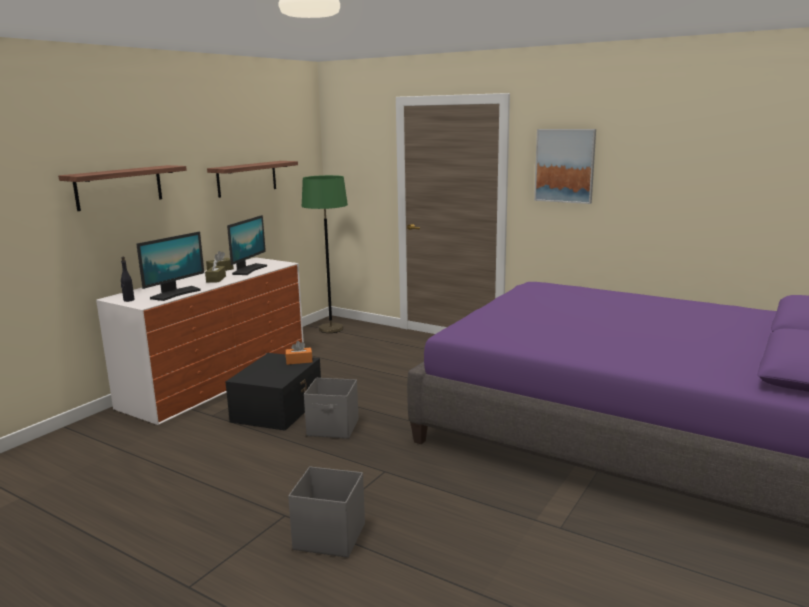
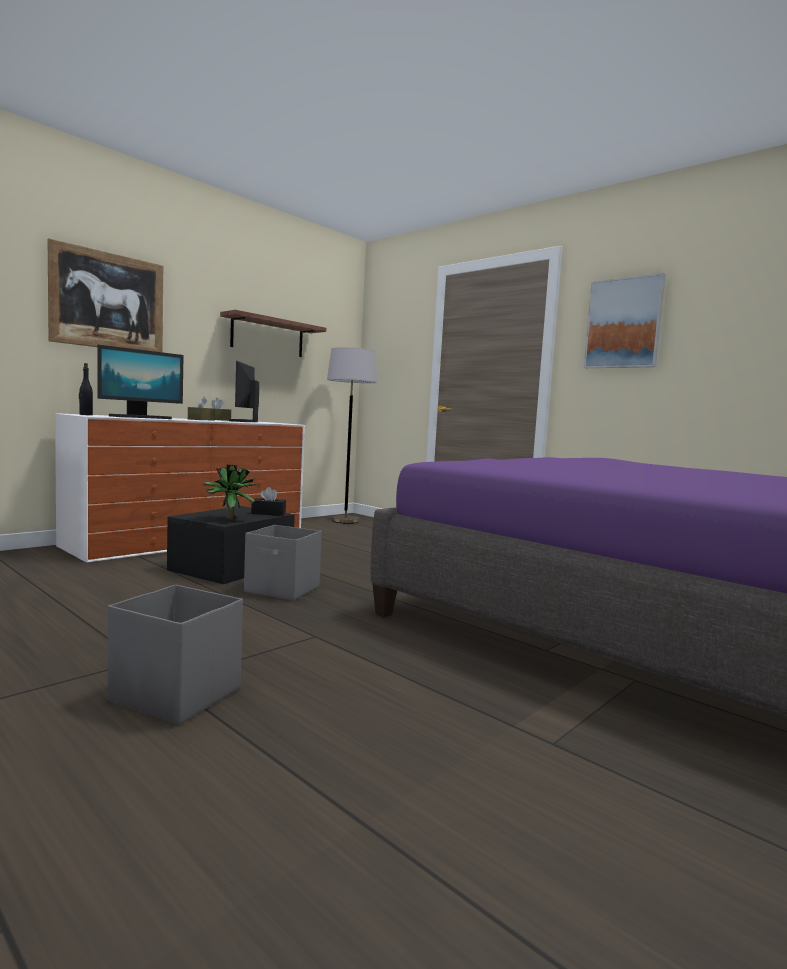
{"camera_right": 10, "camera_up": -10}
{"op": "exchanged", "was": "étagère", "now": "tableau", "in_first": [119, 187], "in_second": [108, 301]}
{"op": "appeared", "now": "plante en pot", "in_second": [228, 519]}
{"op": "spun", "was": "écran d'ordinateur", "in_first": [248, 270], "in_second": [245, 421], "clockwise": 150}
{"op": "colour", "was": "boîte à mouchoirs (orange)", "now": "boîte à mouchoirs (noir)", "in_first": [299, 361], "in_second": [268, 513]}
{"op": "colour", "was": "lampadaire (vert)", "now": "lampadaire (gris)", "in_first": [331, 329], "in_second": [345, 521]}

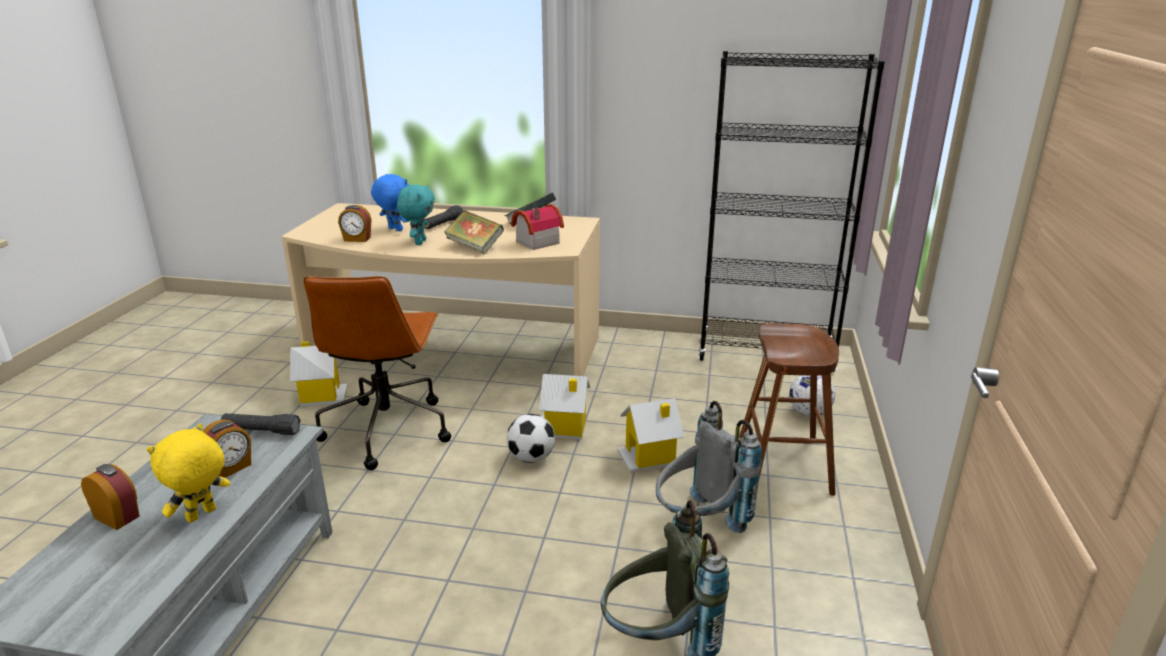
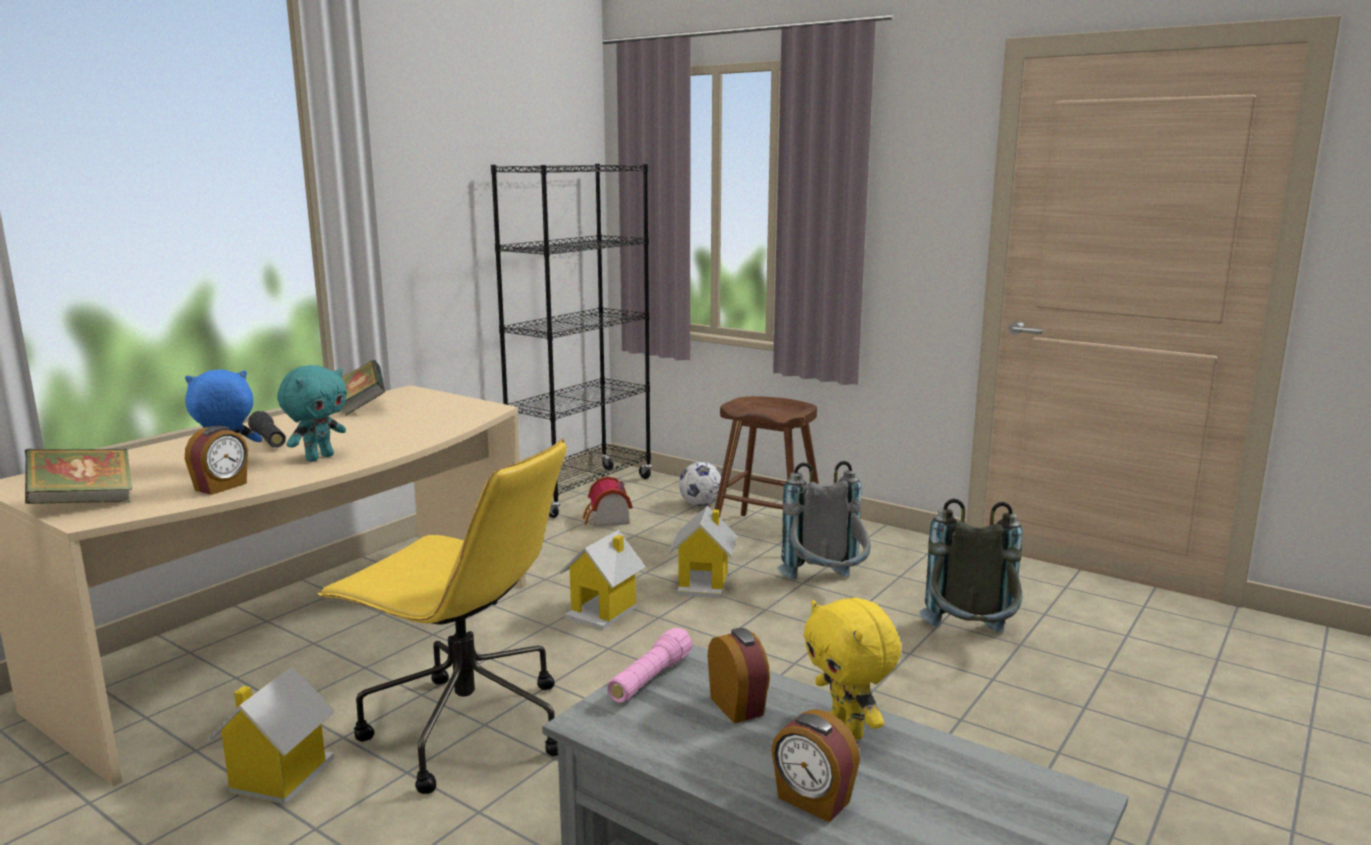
{"camera_right": -65, "camera_up": -10}
{"op": "relocated", "was": "livre", "in_first": [475, 247], "in_second": [84, 503]}
{"op": "spun", "was": "peluche (turquoise)", "in_first": [419, 242], "in_second": [319, 458], "clockwise": 90}
{"op": "colour", "was": "chaise de bureau (marron)", "now": "chaise de bureau (jaune)", "in_first": [387, 429], "in_second": [464, 728]}
{"op": "relocated", "was": "maison miniature", "in_first": [535, 242], "in_second": [607, 520]}
{"op": "colour", "was": "lampe de poche (noir)", "now": "lampe de poche (rose)", "in_first": [261, 431], "in_second": [650, 679]}
{"op": "spun", "was": "réveil", "in_first": [118, 516], "in_second": [812, 801], "clockwise": -105}
{"op": "missing", "was": "ballon de foot", "in_first": [531, 458]}

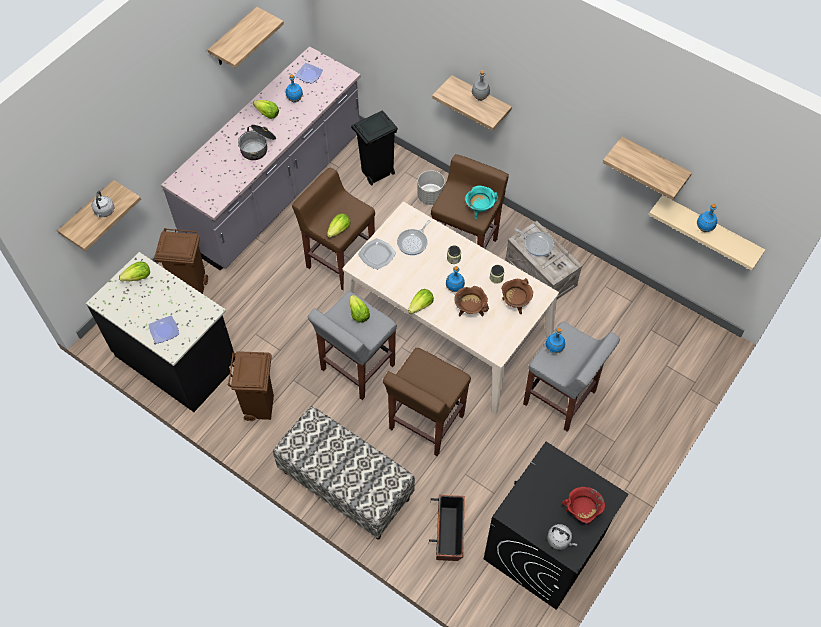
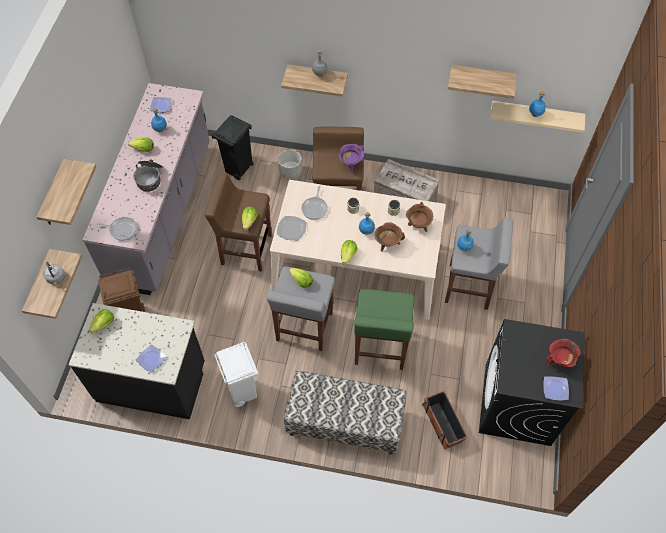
{"camera_right": -25, "camera_up": 0}
{"op": "relocated", "was": "étagère", "in_first": [234, 38], "in_second": [54, 195]}
{"op": "relocated", "was": "poêle", "in_first": [537, 244], "in_second": [122, 229]}
{"op": "colour", "was": "poubelle (marron)", "now": "poubelle (blanc)", "in_first": [260, 407], "in_second": [242, 391]}
{"op": "colour", "was": "marmite (turquoise)", "now": "marmite (violet)", "in_first": [479, 210], "in_second": [351, 164]}
{"op": "colour", "was": "tabouret (marron)", "now": "tabouret (vert)", "in_first": [425, 423], "in_second": [380, 348]}
{"op": "exchanged", "was": "bouilloire (gris)", "now": "assiette", "in_first": [560, 540], "in_second": [555, 388]}

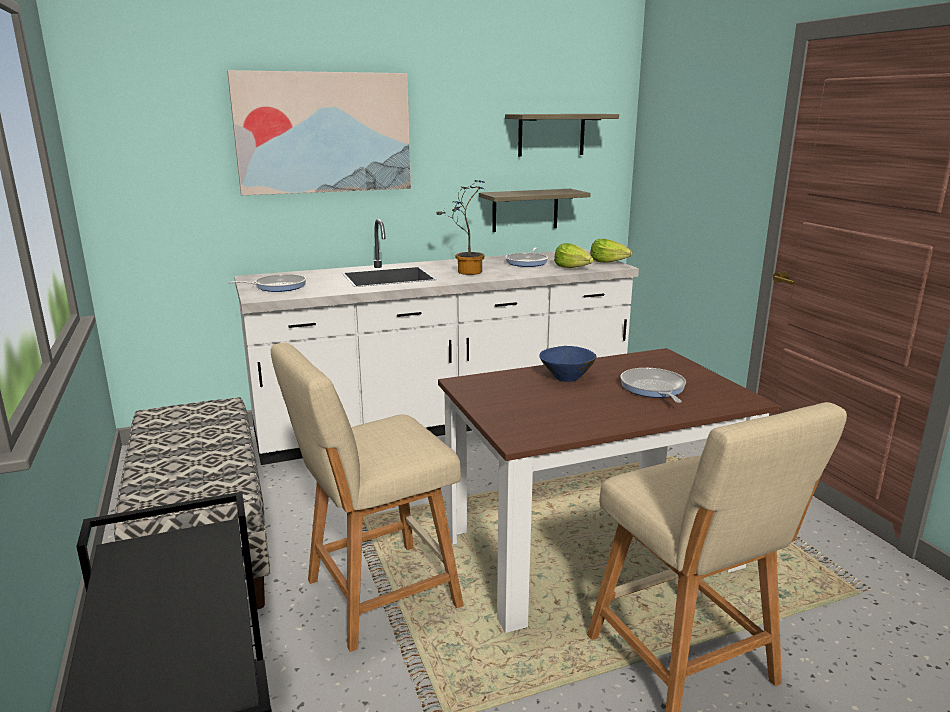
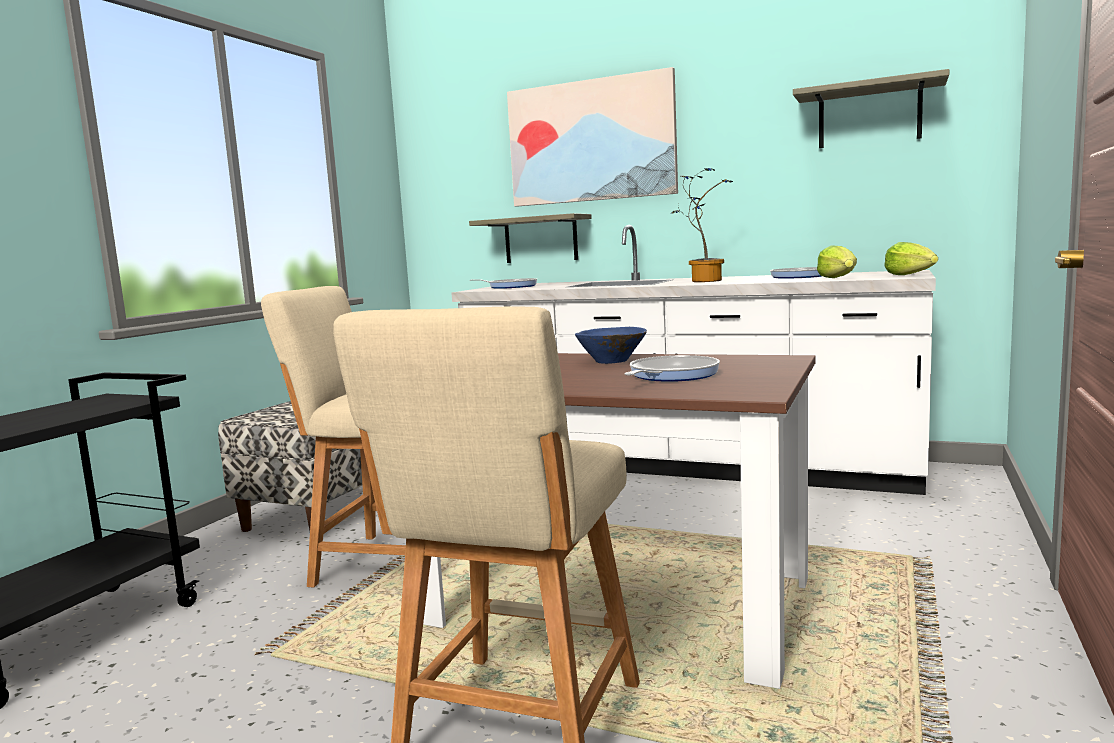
{"camera_right": 45, "camera_up": -10}
{"op": "relocated", "was": "étagère", "in_first": [525, 210], "in_second": [541, 239]}

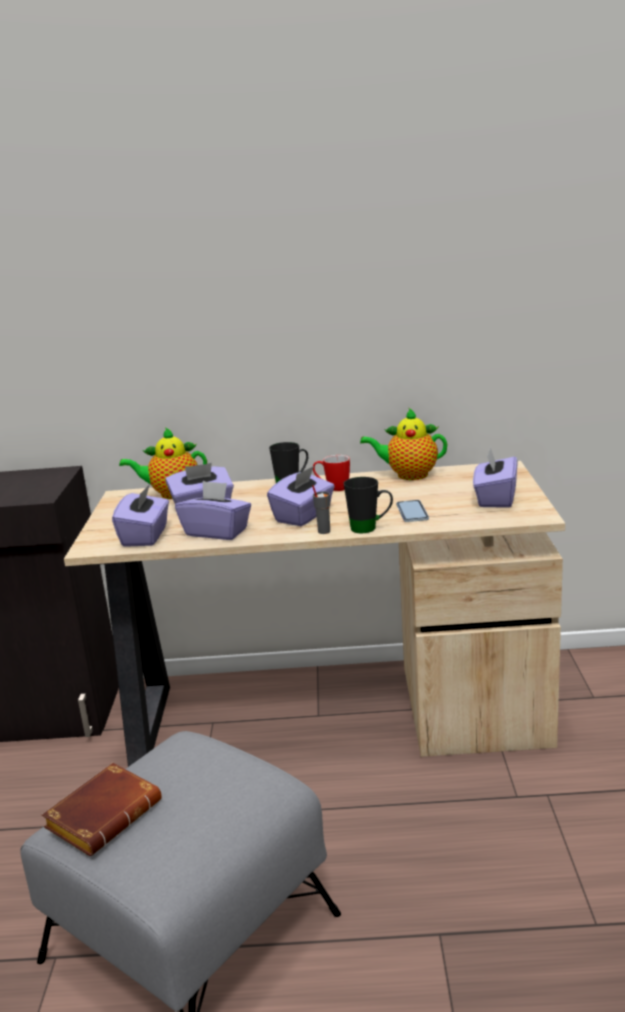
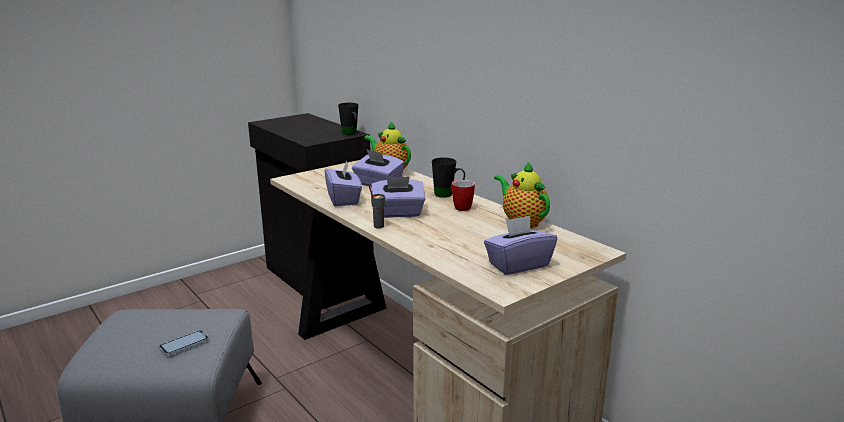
{"camera_right": 50, "camera_up": 0}
{"op": "relocated", "was": "téléphone", "in_first": [412, 512], "in_second": [184, 344]}
{"op": "relocated", "was": "mug (noir)", "in_first": [370, 528], "in_second": [351, 134]}
{"op": "missing", "was": "livre (marron)", "in_first": [104, 814]}
{"op": "missing", "was": "boîte à mouchoirs (violet)", "in_first": [146, 536]}

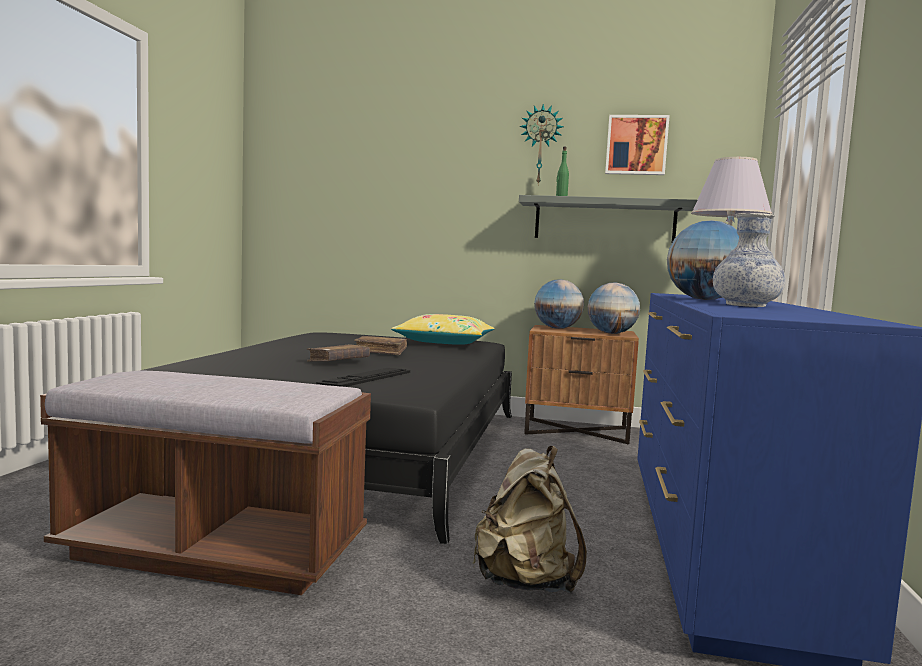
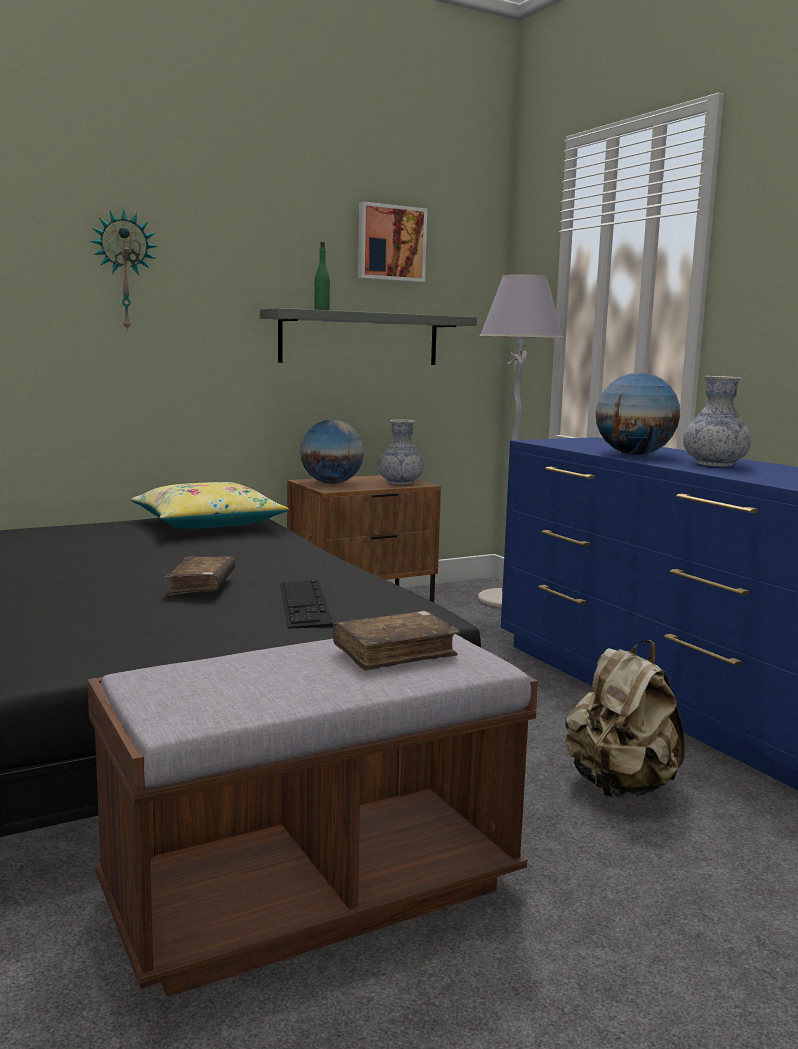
{"camera_right": -40, "camera_up": 5}
{"op": "relocated", "was": "horloge murale", "in_first": [540, 145], "in_second": [124, 271]}
{"op": "relocated", "was": "livre (marron)", "in_first": [381, 351], "in_second": [394, 653]}
{"op": "exchanged", "was": "globe", "now": "vase", "in_first": [611, 333], "in_second": [400, 483]}

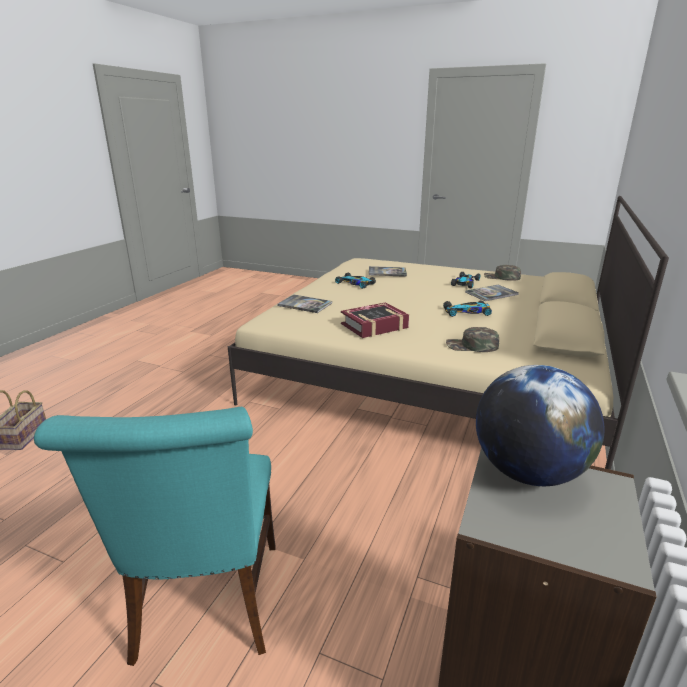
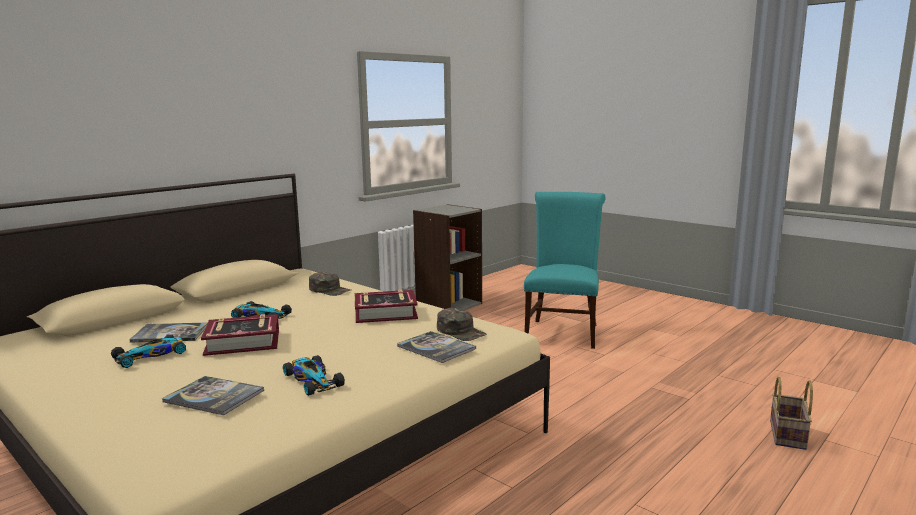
{"camera_right": -160, "camera_up": -10}
{"op": "appeared", "now": "livre", "in_second": [243, 342]}
{"op": "relocated", "was": "casquette (vert)", "in_first": [501, 277], "in_second": [461, 332]}
{"op": "missing", "was": "globe", "in_first": [528, 472]}

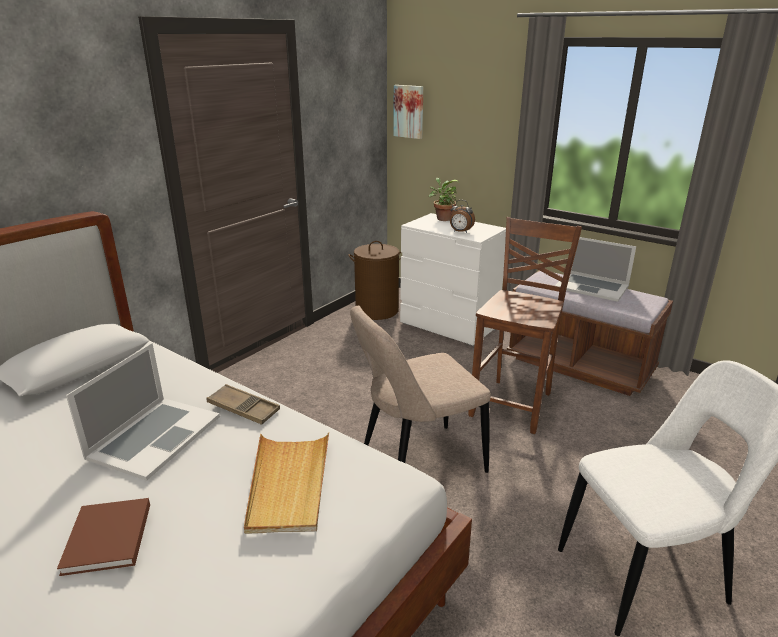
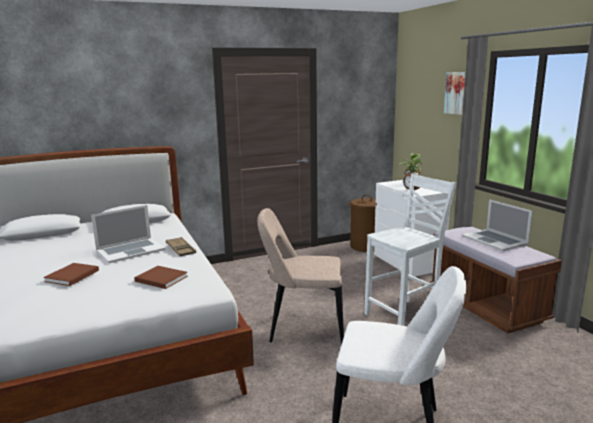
{"camera_right": 30, "camera_up": -10}
{"op": "exchanged", "was": "plateau (beige)", "now": "livre (marron)", "in_first": [288, 484], "in_second": [160, 278]}
{"op": "colour", "was": "chaise (marron)", "now": "chaise (blanc)", "in_first": [514, 404], "in_second": [405, 316]}
{"op": "relocated", "was": "tableau", "in_first": [409, 111], "in_second": [457, 93]}

